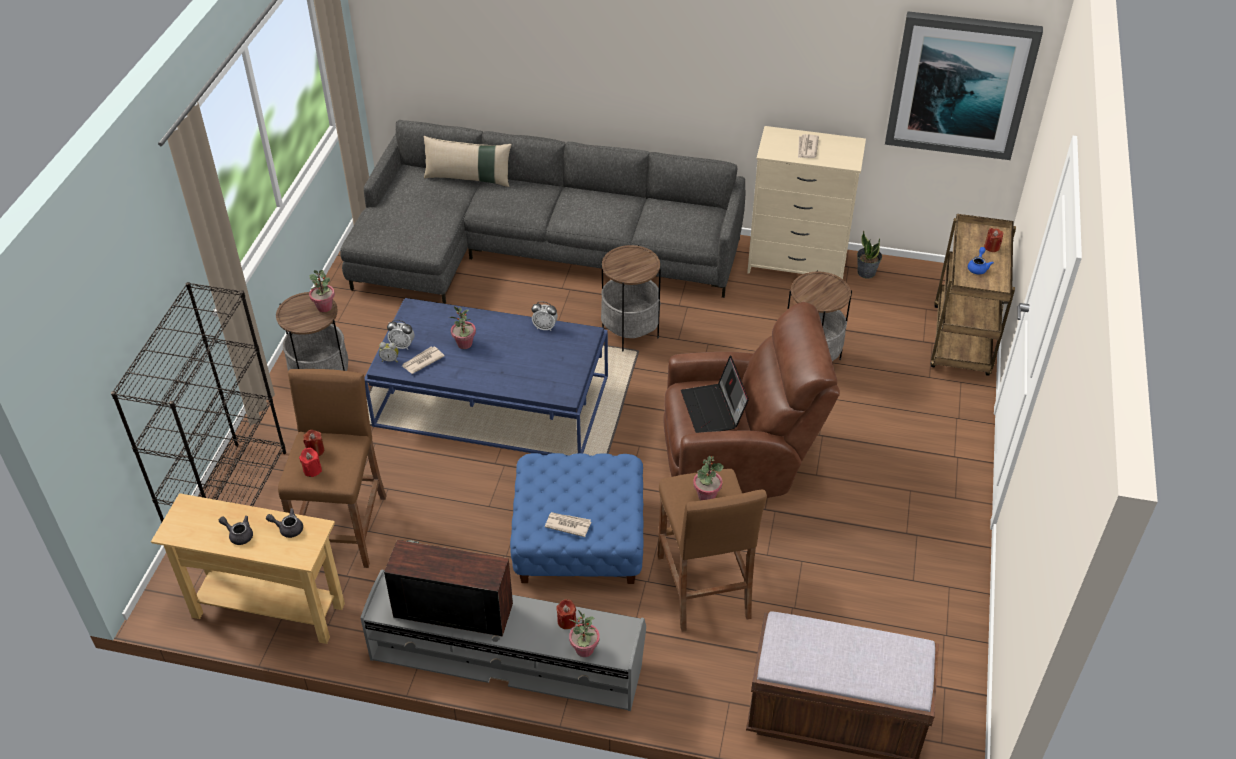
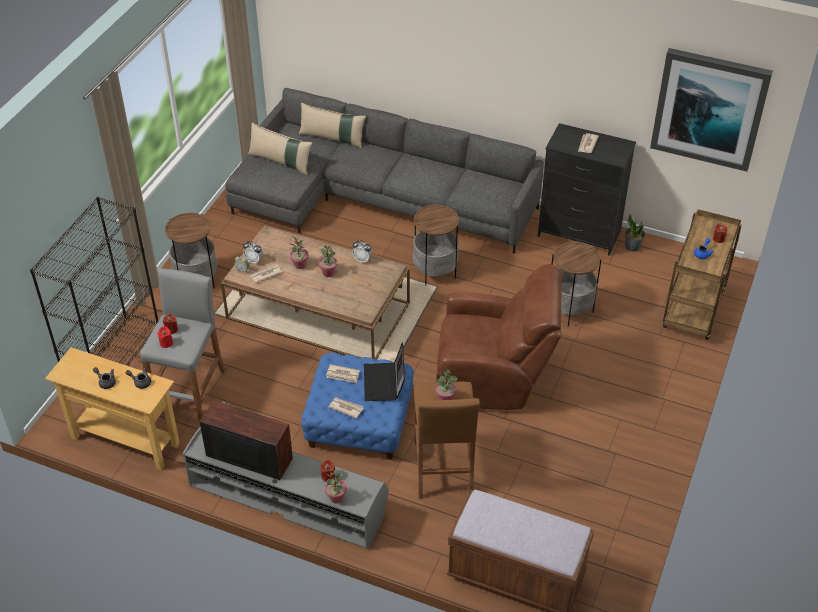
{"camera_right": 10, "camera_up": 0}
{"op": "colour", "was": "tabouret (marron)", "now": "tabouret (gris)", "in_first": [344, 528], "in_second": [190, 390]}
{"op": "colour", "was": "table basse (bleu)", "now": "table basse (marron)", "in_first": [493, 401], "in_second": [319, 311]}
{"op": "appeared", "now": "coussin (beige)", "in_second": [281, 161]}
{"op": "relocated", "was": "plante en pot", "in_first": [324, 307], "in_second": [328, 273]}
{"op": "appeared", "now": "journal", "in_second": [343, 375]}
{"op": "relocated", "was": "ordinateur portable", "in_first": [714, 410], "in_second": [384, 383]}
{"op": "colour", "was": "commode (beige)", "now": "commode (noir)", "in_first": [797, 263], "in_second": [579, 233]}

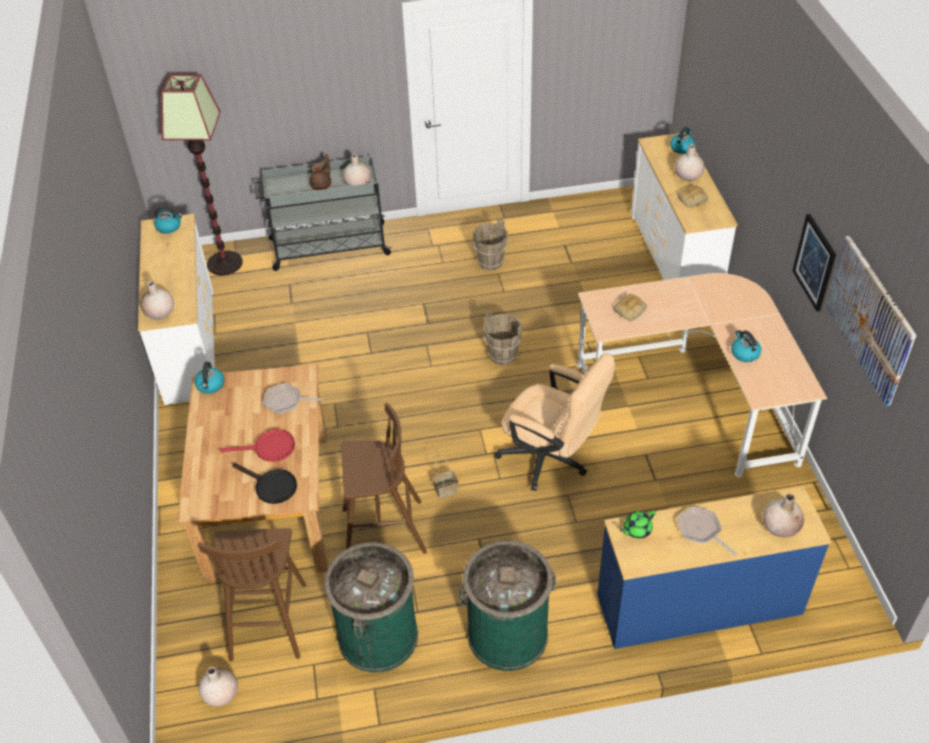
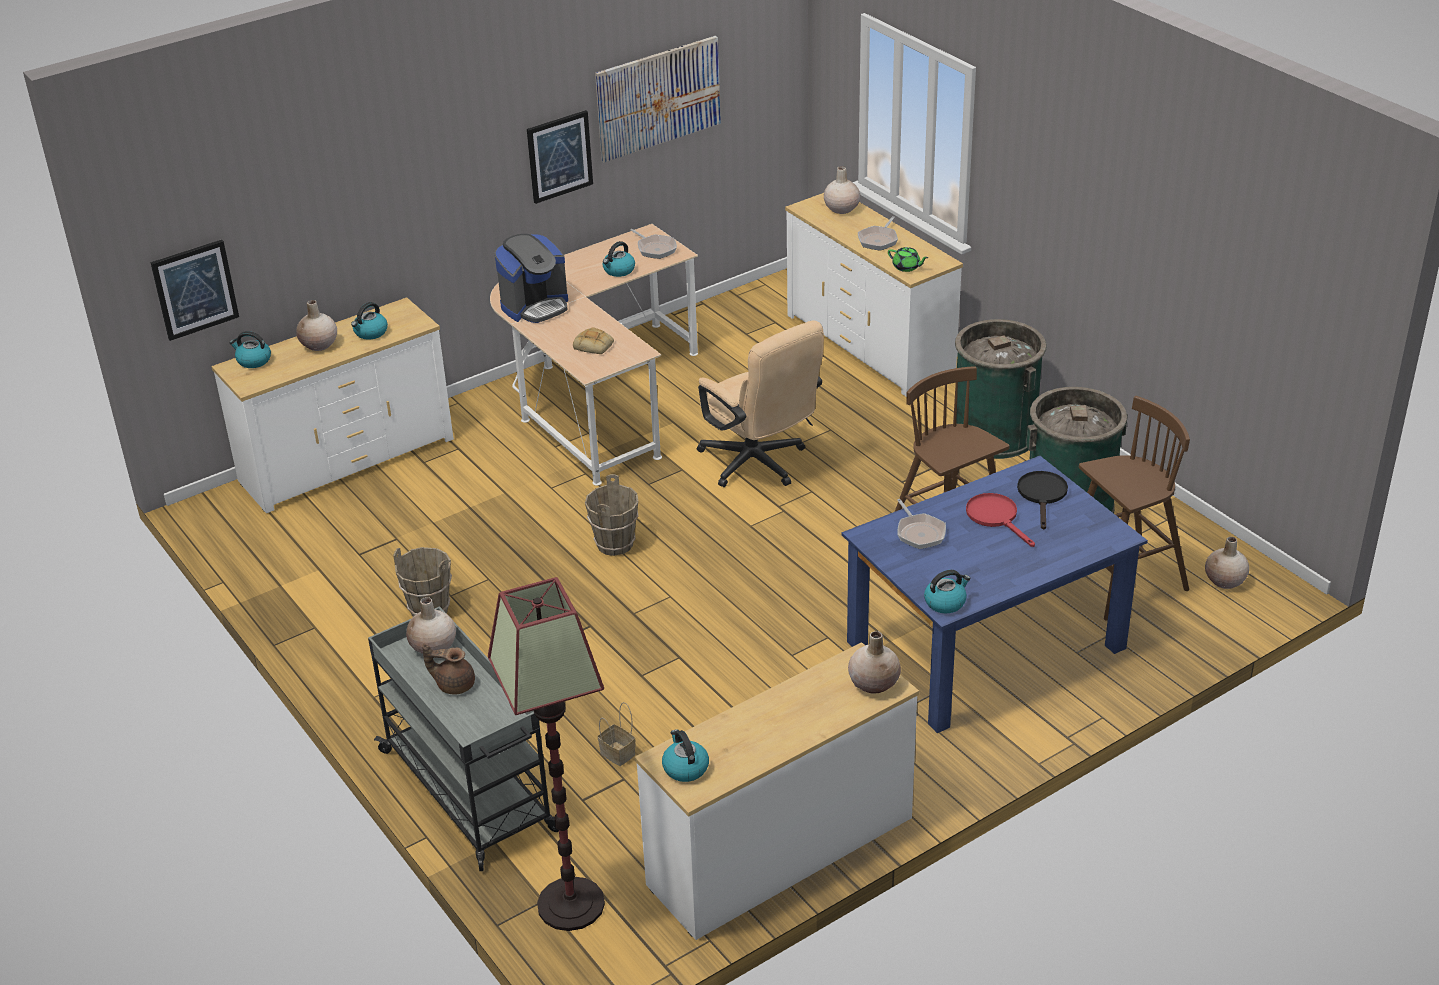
{"camera_right": -115, "camera_up": -10}
{"op": "appeared", "now": "tableau", "in_second": [195, 289]}
{"op": "exchanged", "was": "pain", "now": "bouilloire", "in_first": [692, 199], "in_second": [370, 333]}
{"op": "appeared", "now": "machine à café", "in_second": [535, 306]}
{"op": "relocated", "was": "panier", "in_first": [445, 490], "in_second": [619, 754]}
{"op": "appeared", "now": "poêle", "in_second": [655, 248]}
{"op": "spun", "was": "chaise de bureau (beige)", "in_first": [551, 460], "in_second": [759, 465], "clockwise": 135}
{"op": "colour", "was": "commode (bleu)", "now": "commode (blanc)", "in_first": [699, 605], "in_second": [870, 345]}
{"op": "colour", "was": "table à manger (marron)", "now": "table à manger (bleu)", "in_first": [270, 505], "in_second": [986, 644]}

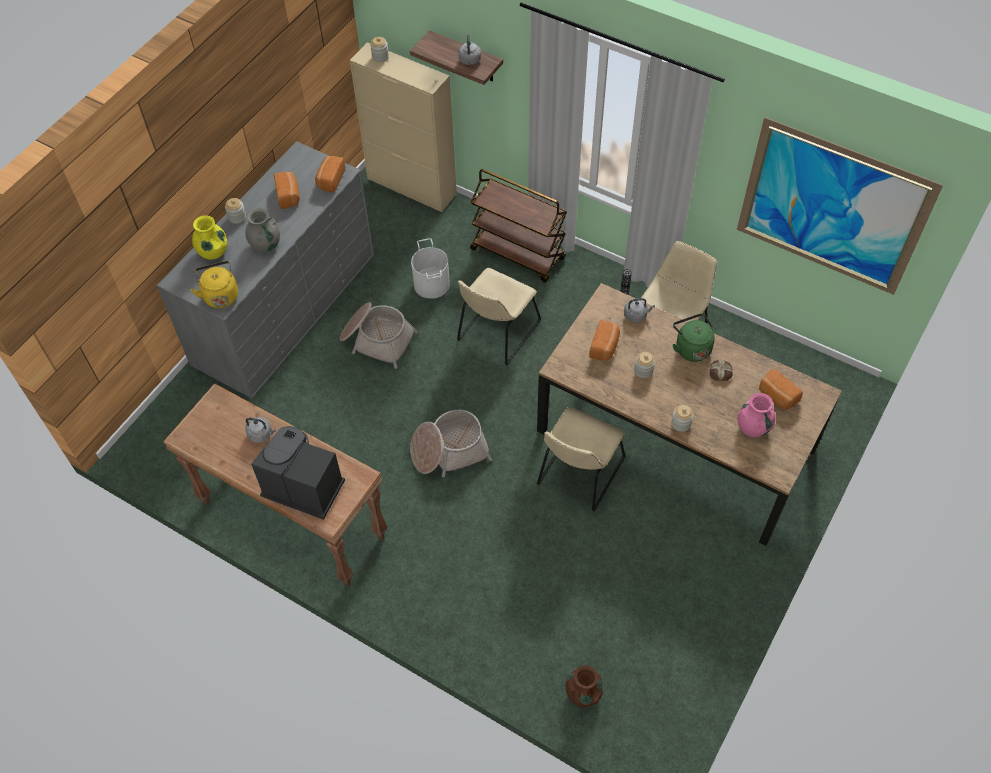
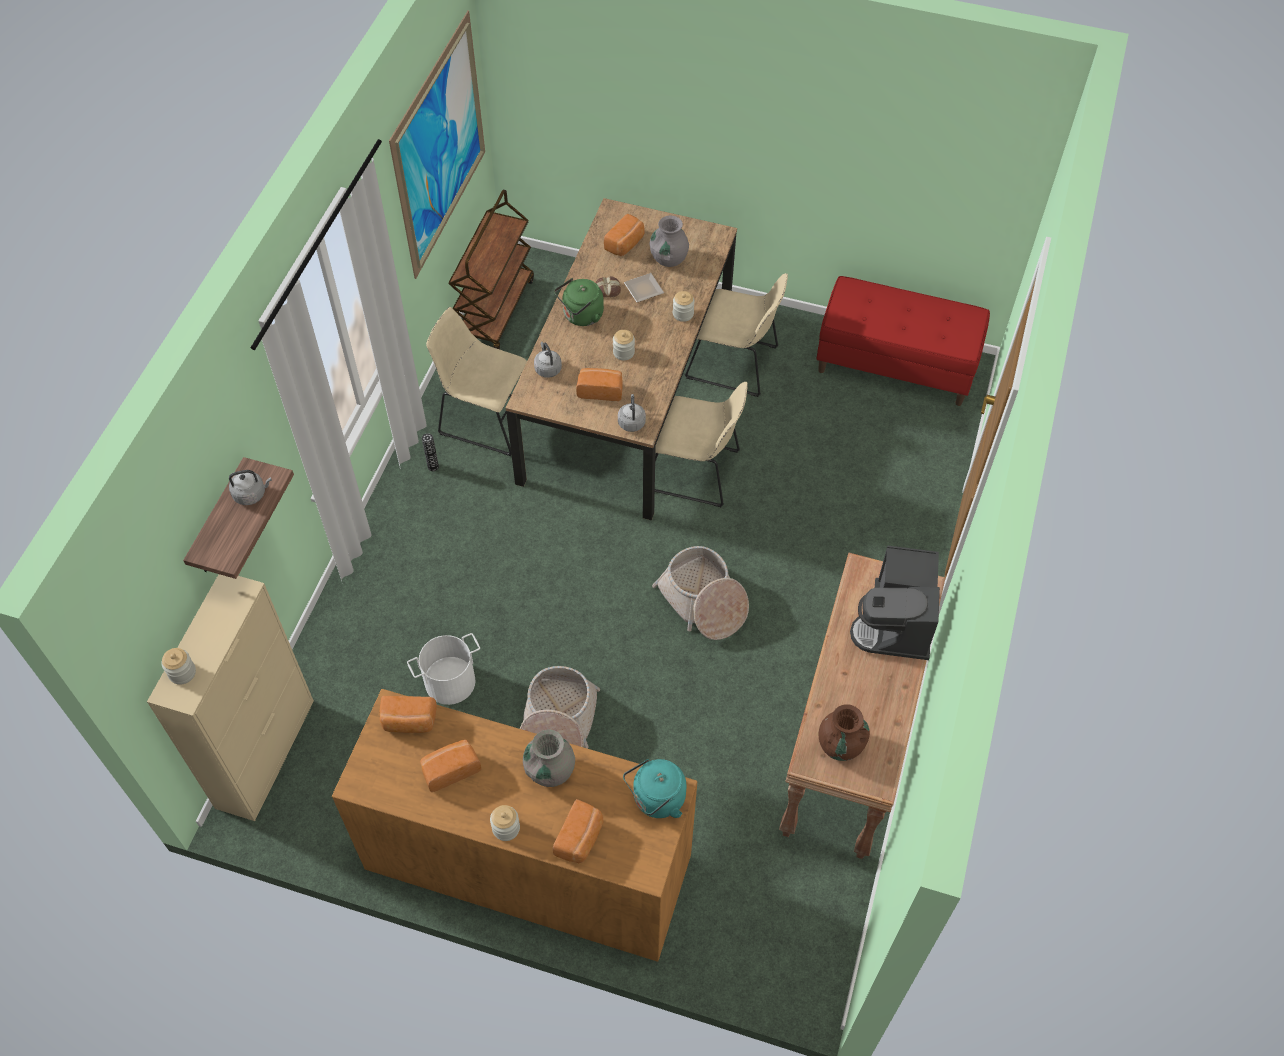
{"camera_right": -105, "camera_up": 0}
{"op": "colour", "was": "commode (gris)", "now": "commode (marron)", "in_first": [285, 308], "in_second": [527, 861]}
{"op": "relocated", "was": "chariot (marron)", "in_first": [518, 254], "in_second": [495, 310]}
{"op": "exchanged", "was": "vase (jaune)", "now": "pain", "in_first": [213, 252], "in_second": [580, 838]}
{"op": "relocated", "was": "bouilloire (gris)", "in_first": [261, 434], "in_second": [631, 422]}
{"op": "colour", "was": "bouilloire (jaune)", "now": "bouilloire (turquoise)", "in_first": [220, 295], "in_second": [656, 800]}
{"op": "appeared", "now": "assiette", "in_second": [644, 288]}
{"op": "colour", "was": "vase (rose)", "now": "vase (gris)", "in_first": [753, 427], "in_second": [669, 259]}
{"op": "relocated", "was": "chaise (beige)", "in_first": [496, 333], "in_second": [736, 364]}
{"op": "appeared", "now": "banc (rouge)", "in_second": [895, 365]}
{"op": "relocated", "was": "vase (marron)", "in_first": [583, 693], "in_second": [840, 745]}

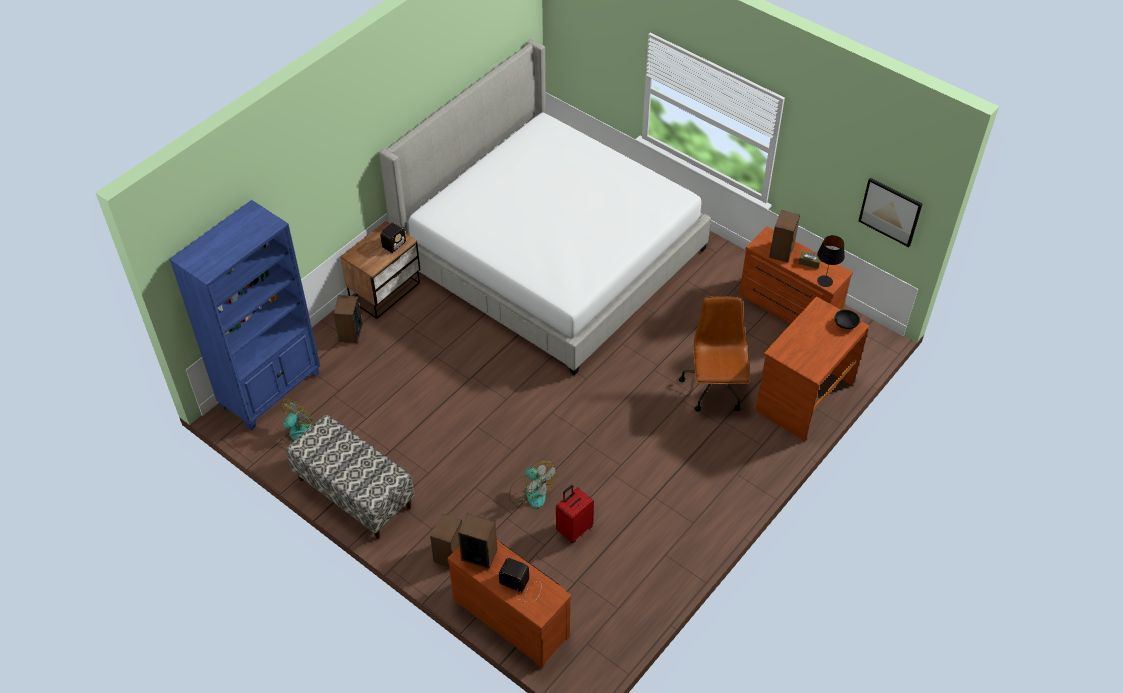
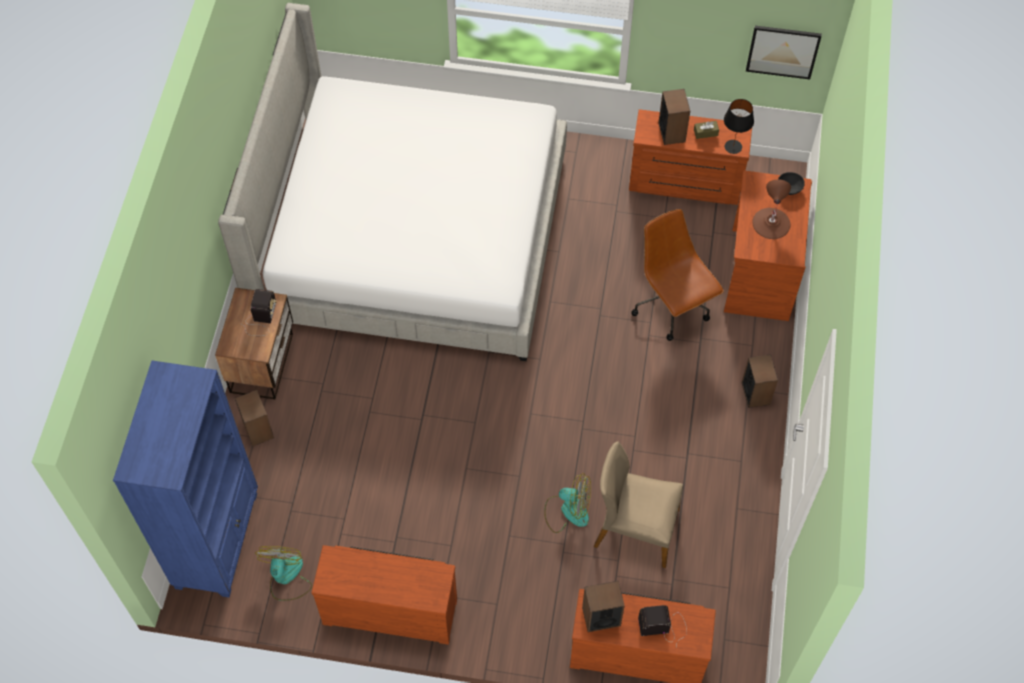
{"camera_right": -30, "camera_up": 10}
{"op": "exchanged", "was": "banc", "now": "commode (marron)", "in_first": [354, 493], "in_second": [390, 608]}
{"op": "exchanged", "was": "valise (rouge)", "now": "chaise (beige)", "in_first": [574, 529], "in_second": [635, 528]}
{"op": "relocated", "was": "enceinte", "in_first": [449, 553], "in_second": [756, 393]}
{"op": "appeared", "now": "lampe de table (marron)", "in_second": [771, 223]}

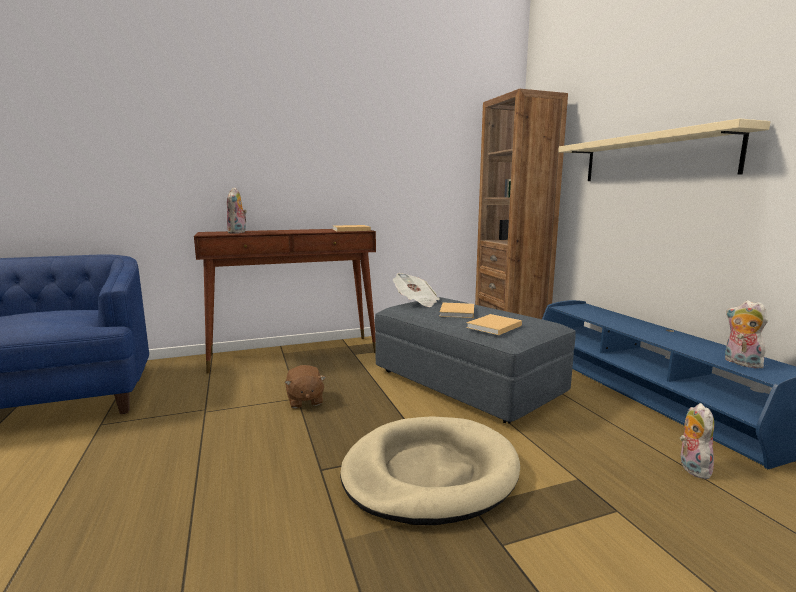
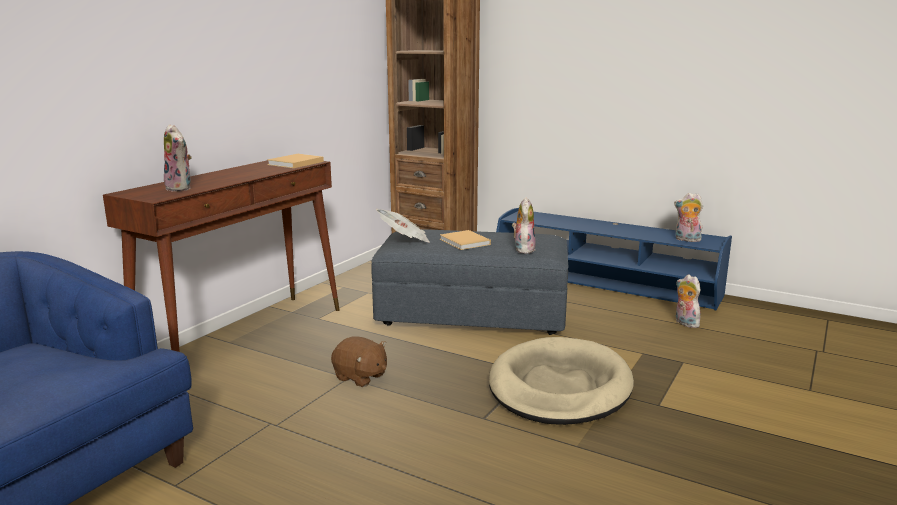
{"camera_right": -40, "camera_up": 5}
{"op": "exchanged", "was": "livre (beige)", "now": "peluche", "in_first": [493, 327], "in_second": [523, 249]}
{"op": "missing", "was": "étagère (beige)", "in_first": [654, 157]}

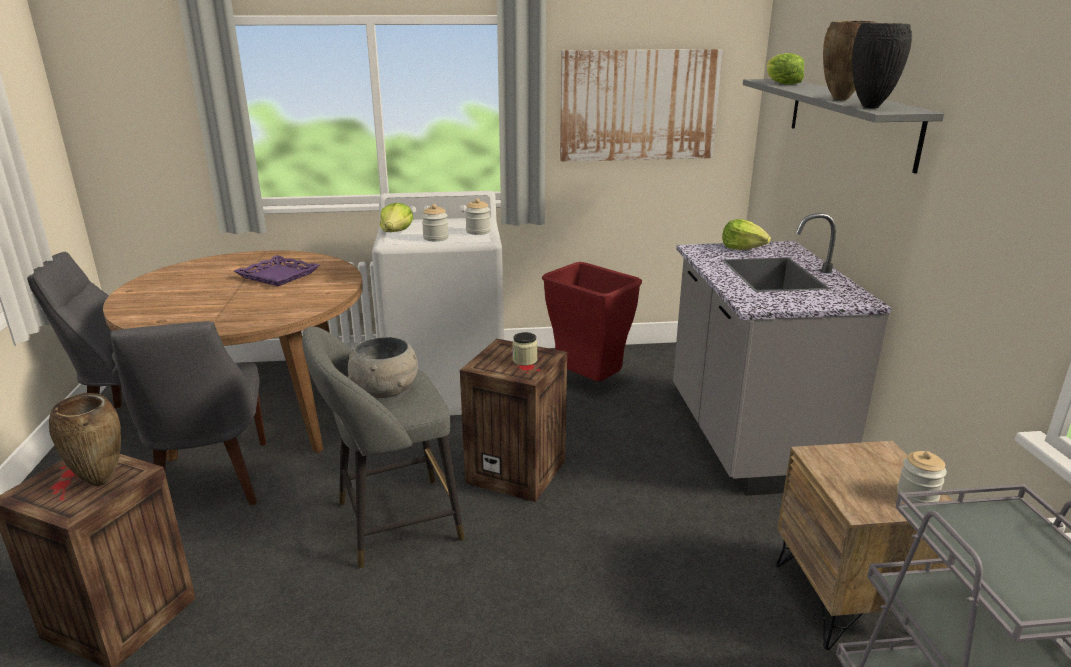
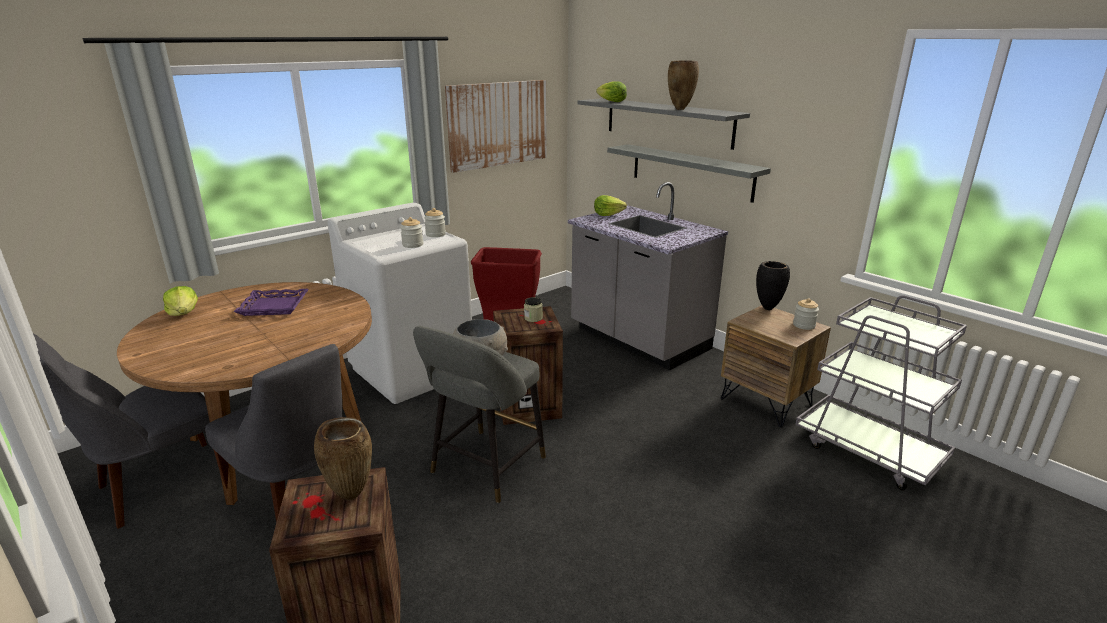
{"camera_right": -35, "camera_up": 0}
{"op": "relocated", "was": "laitue", "in_first": [396, 232], "in_second": [184, 313]}
{"op": "appeared", "now": "étagère (gris)", "in_second": [691, 172]}
{"op": "relocated", "was": "vase (noir)", "in_first": [871, 107], "in_second": [768, 308]}

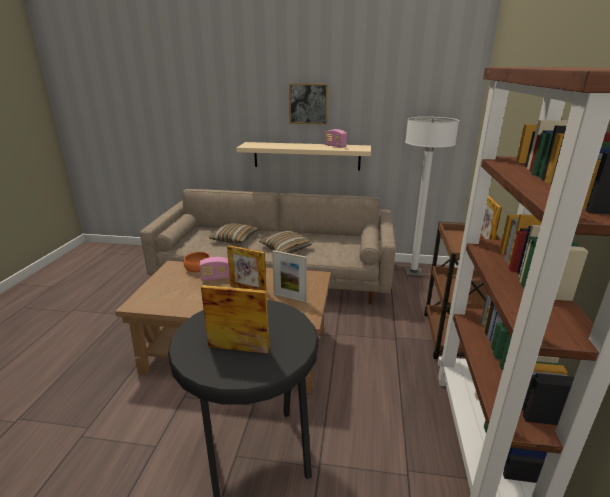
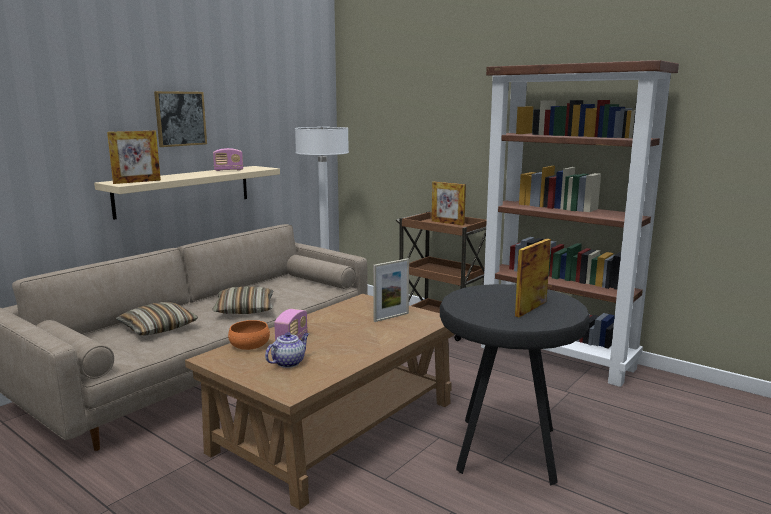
{"camera_right": -60, "camera_up": -10}
{"op": "relocated", "was": "cadre photo", "in_first": [248, 289], "in_second": [137, 182]}
{"op": "appeared", "now": "théière", "in_second": [289, 362]}

